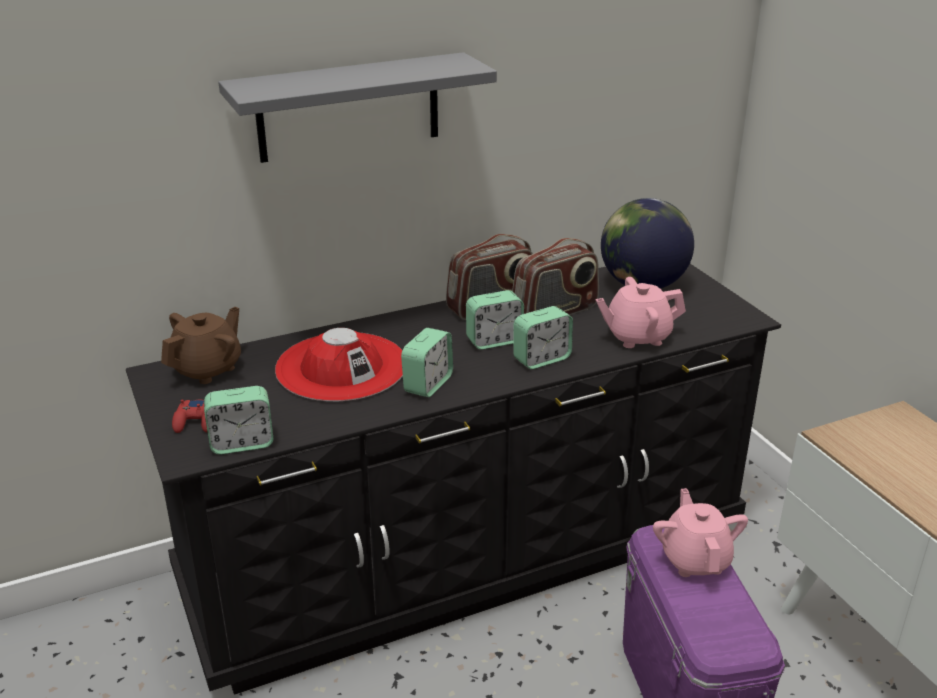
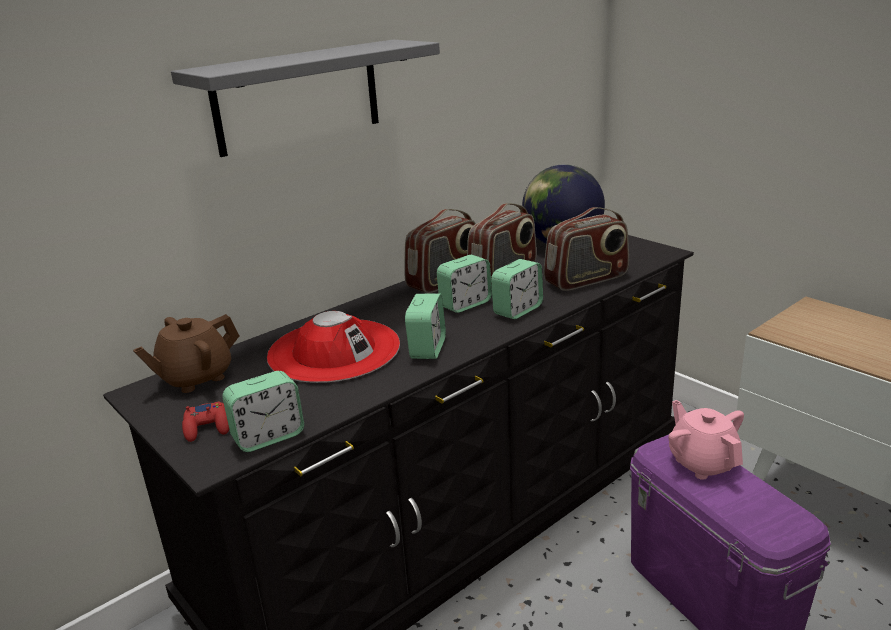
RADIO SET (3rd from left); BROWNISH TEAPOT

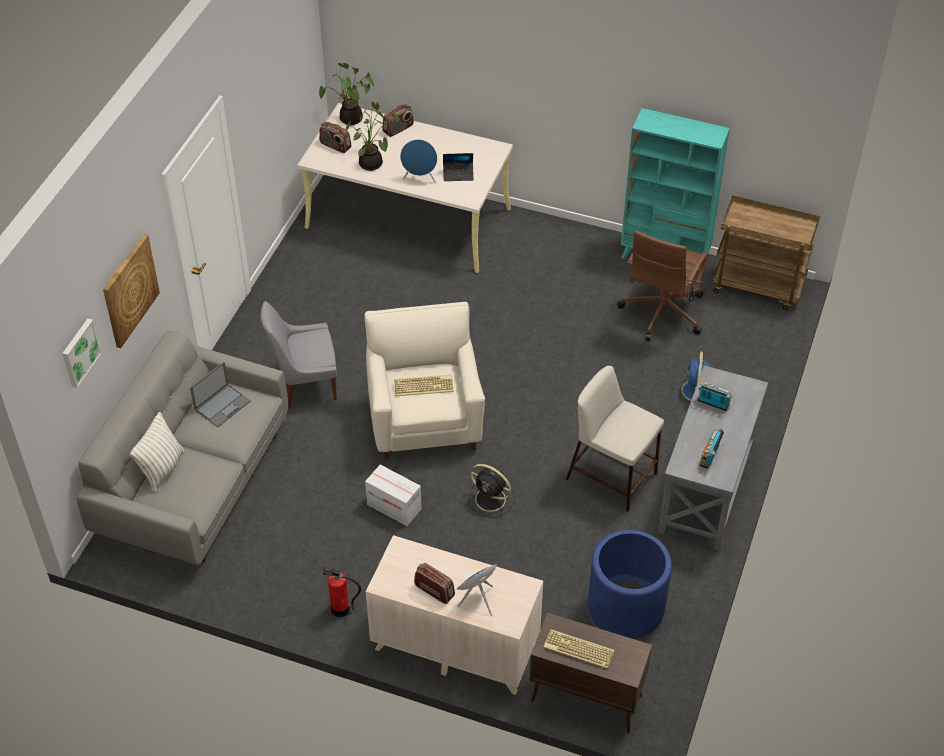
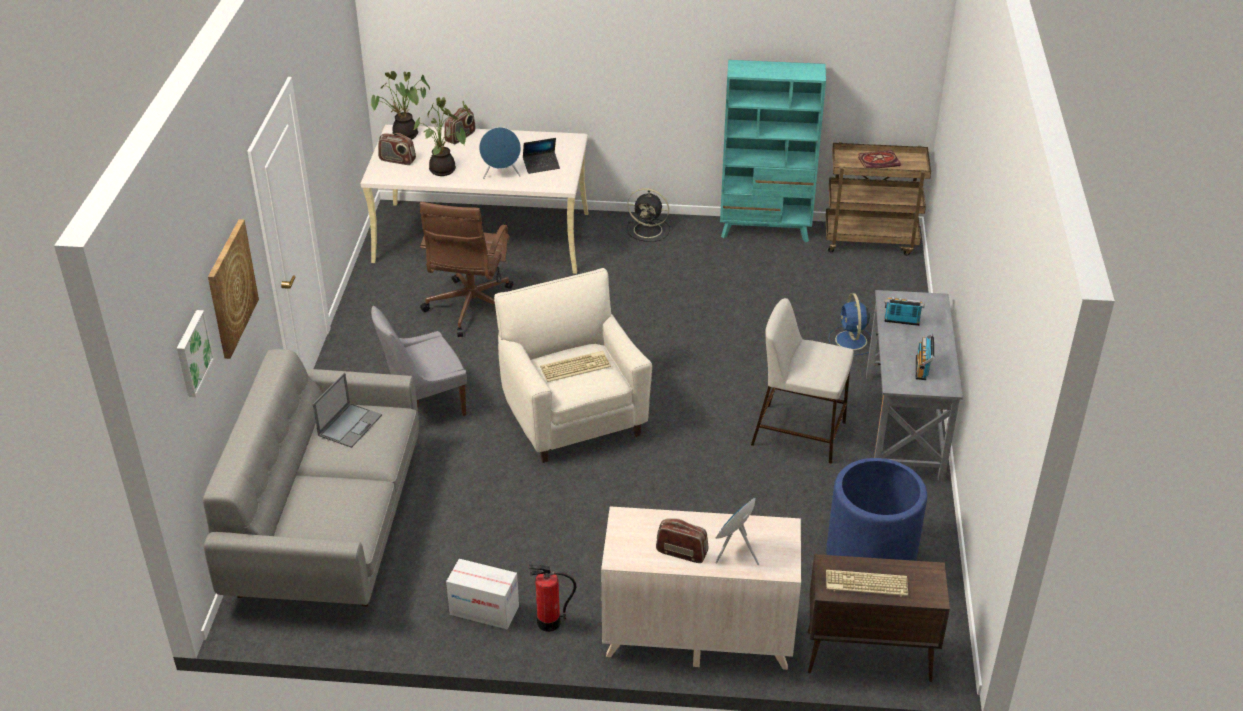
BROWNISH OFFICE CHAIR; CUSHION; BLACK-COLOURED FAN; PACKING BOX; BOUND BOOK

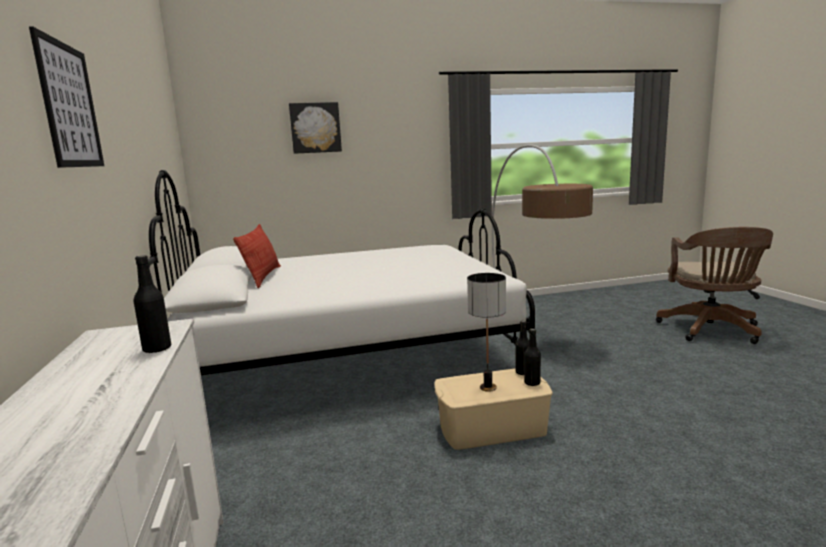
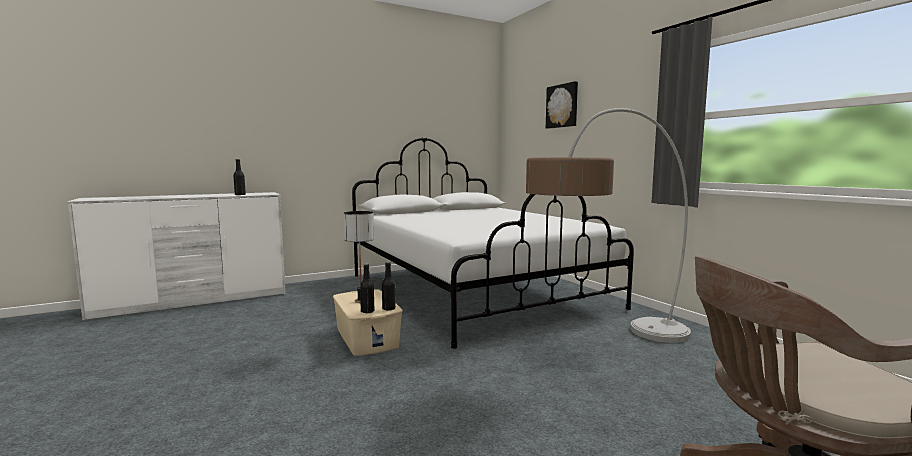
WALL ART (1st from left in the first image); CUSHION

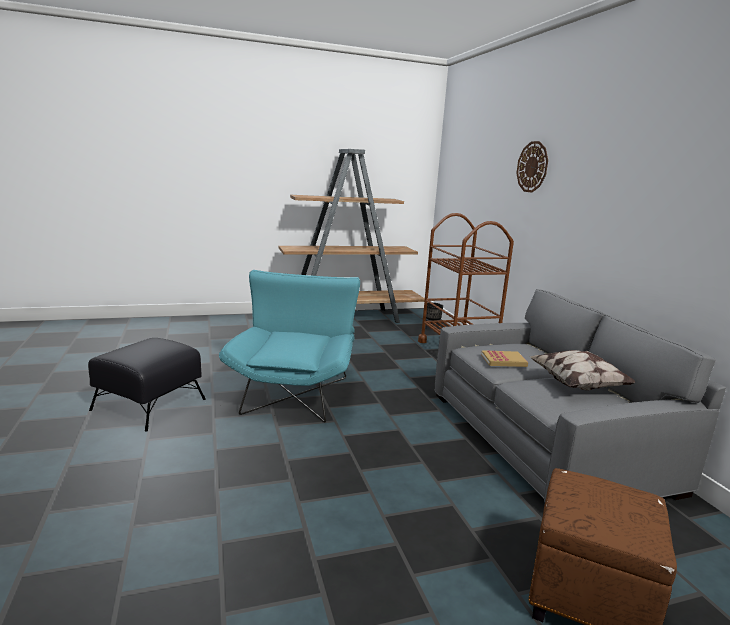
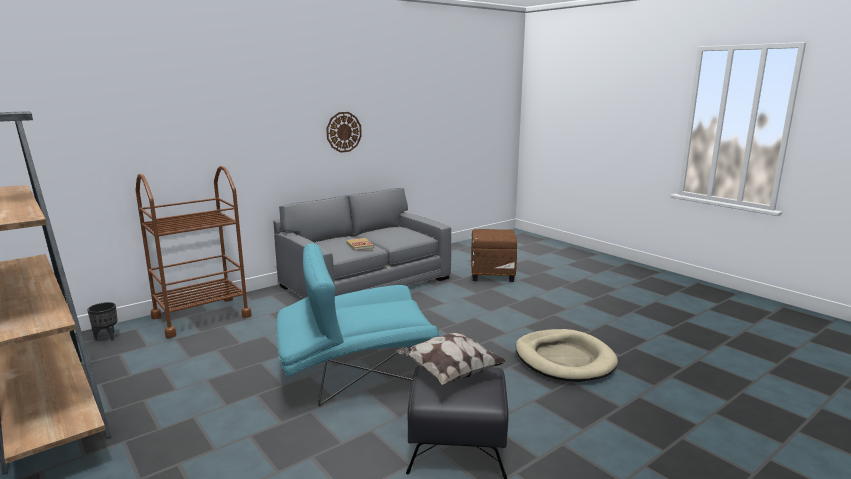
CLOCK ON THE WALL; CUSHION; BEIGE-COLOURED DOG BED

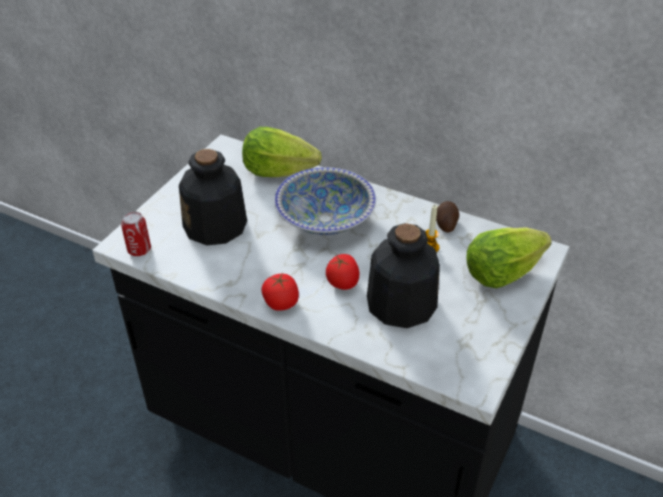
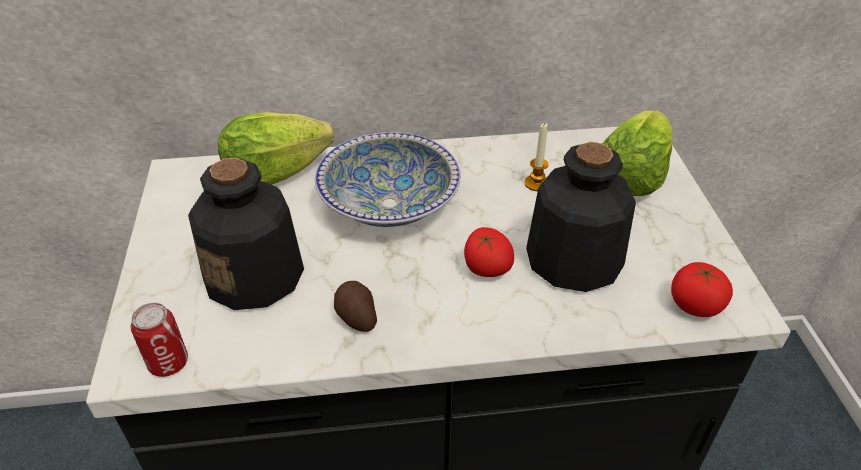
WHOLE POTATO; TOMATO (2nd from left)

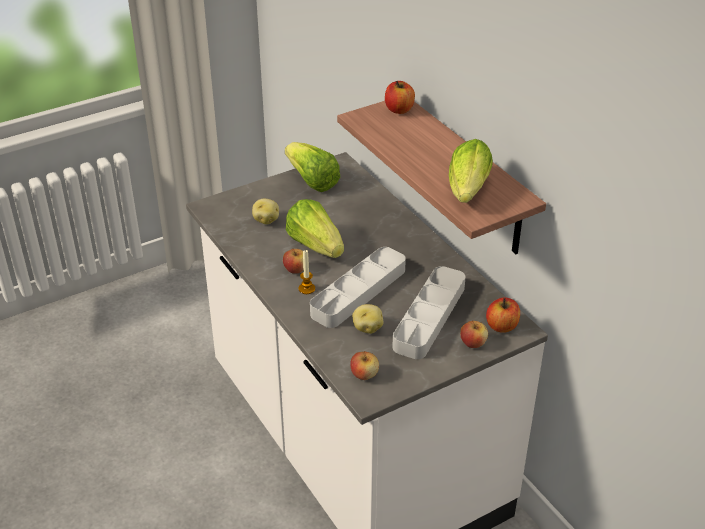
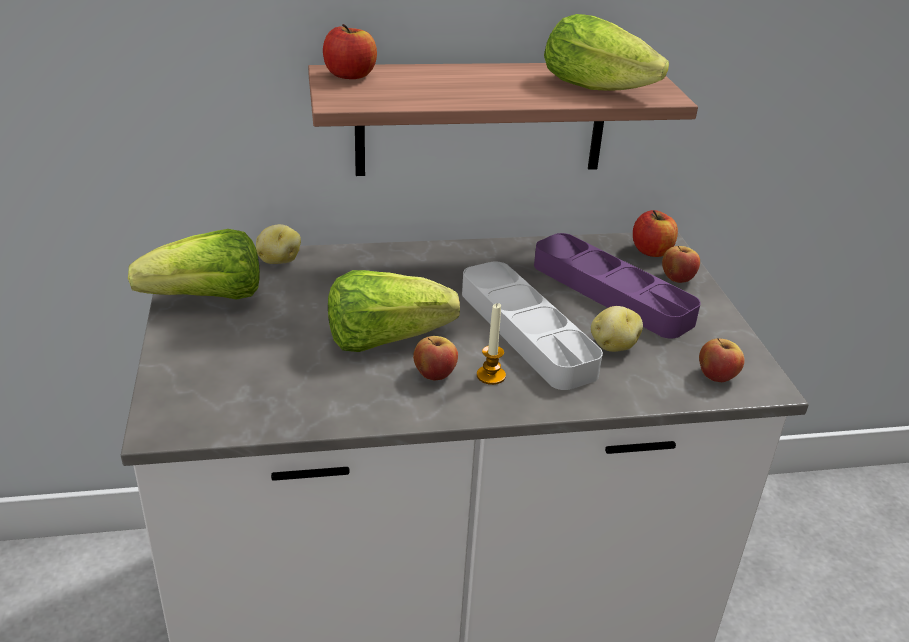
WHOLE POTATO (1st from left); PURPLE-COLOURED SERVING TRAY

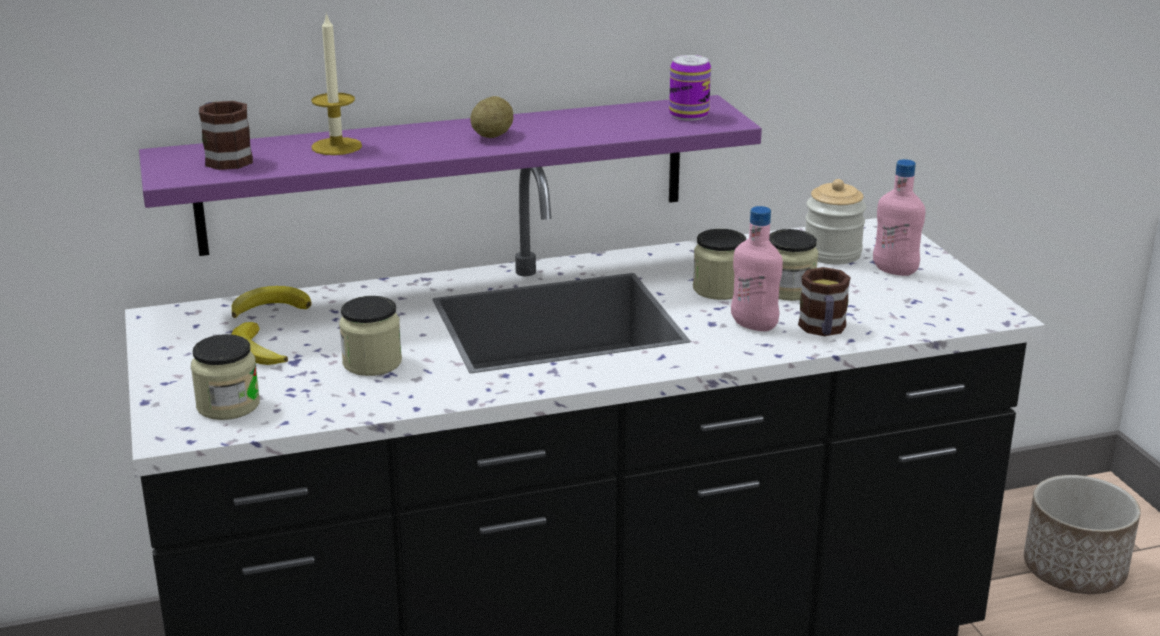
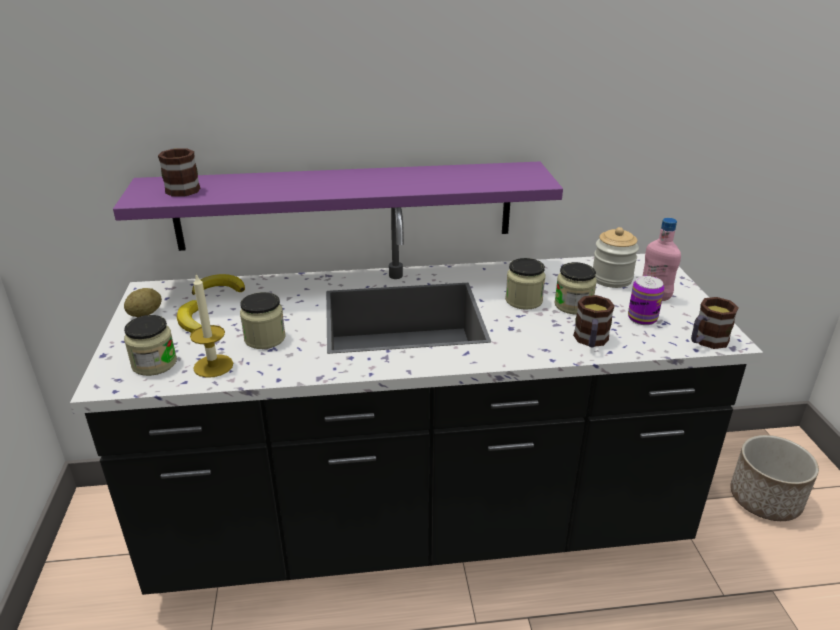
WAX CANDLE; METAL CAN; WHOLE POTATO; PINK DRINK BOTTLE (1st from left in the first image); TEA MUG (3rd from left)

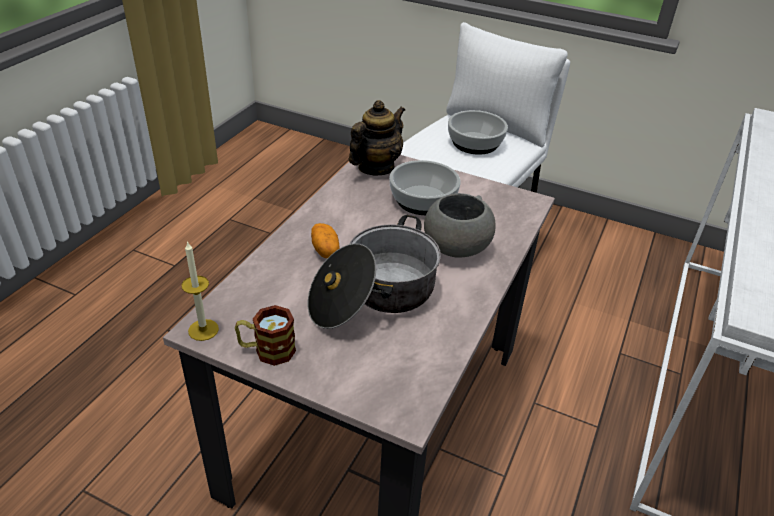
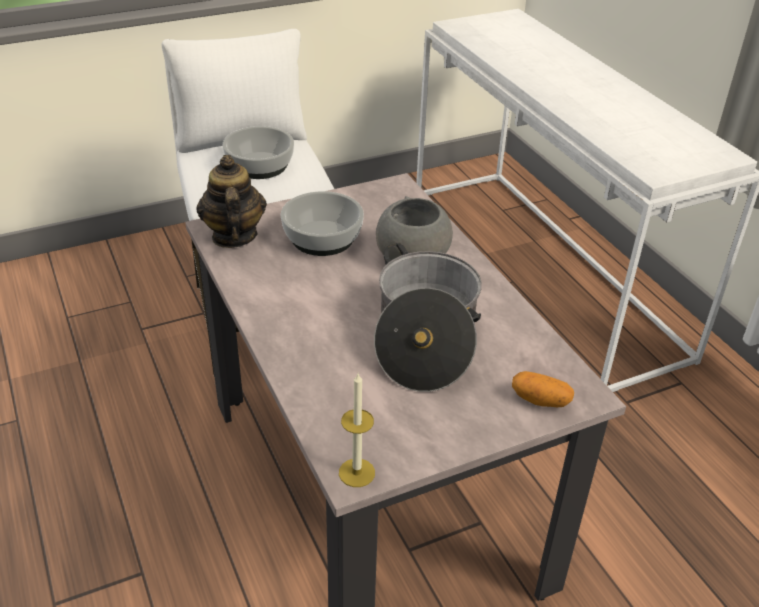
WHOLE POTATO; TEA MUG

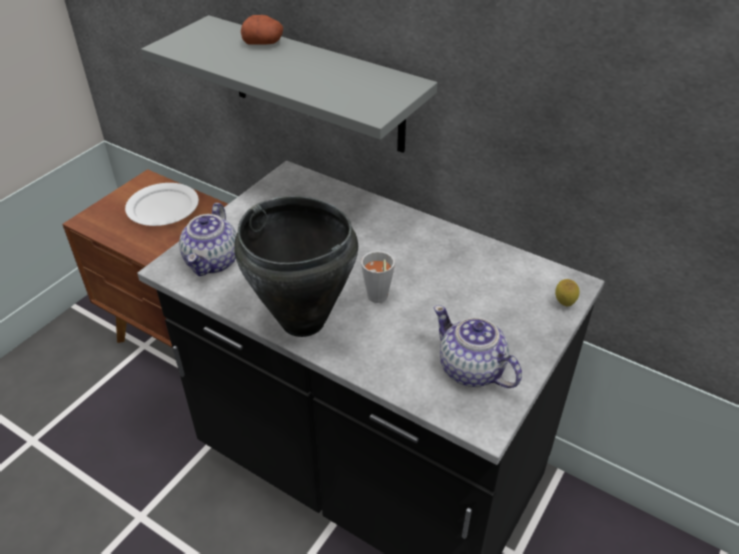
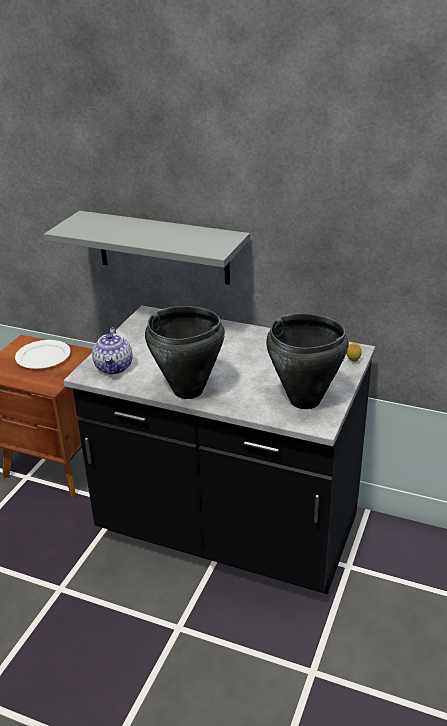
WHOLE POTATO; GREYISH DRINKING CUP; BLACK-COLOURED SAUCEPOT (2nd from left)

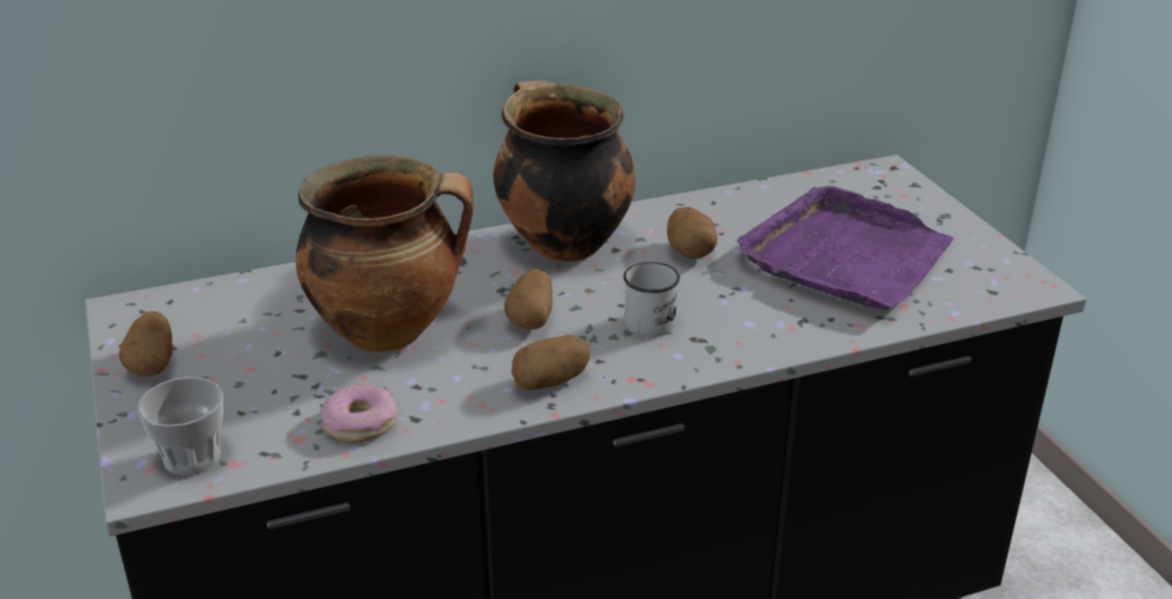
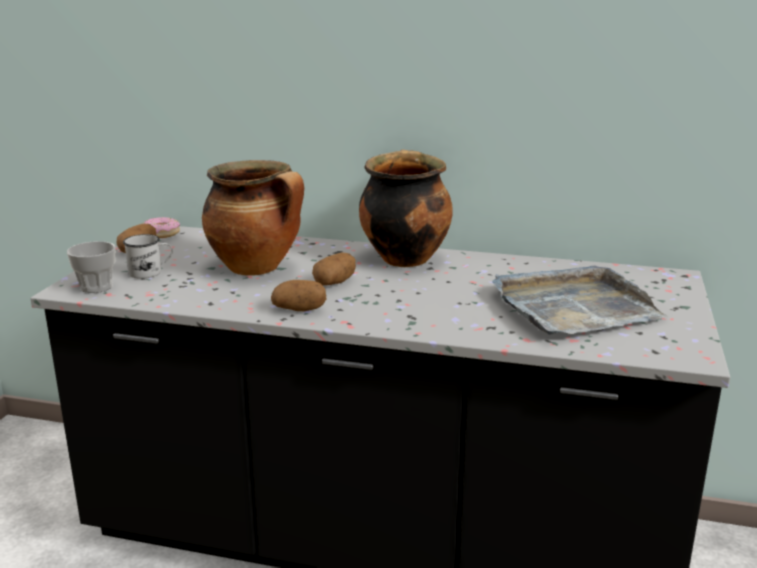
GREYISH SERVING TRAY; WHOLE POTATO (4th from left in the first image); WHITE TEA MUG; RING DOUGHNUT

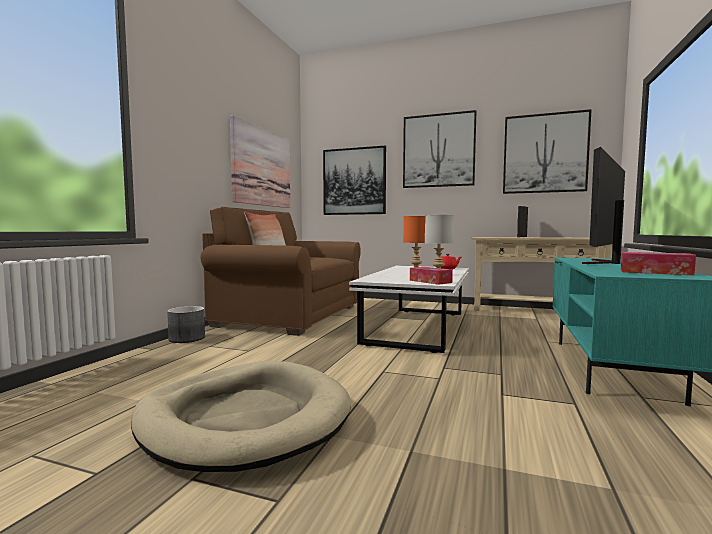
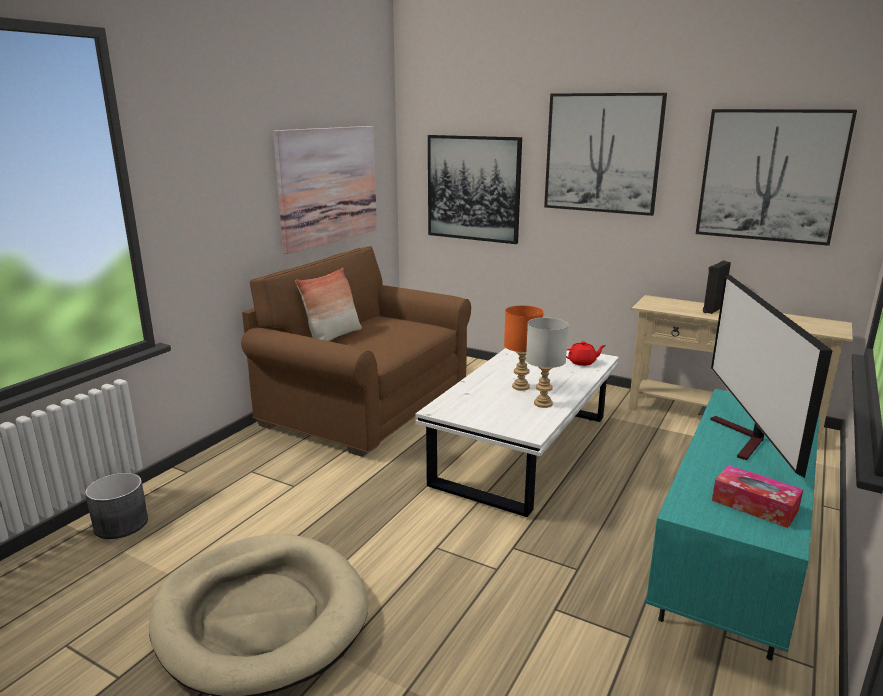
TV SET; TISSUE HOLDER (1st from left in the first image); GREYISH PLANT POT

